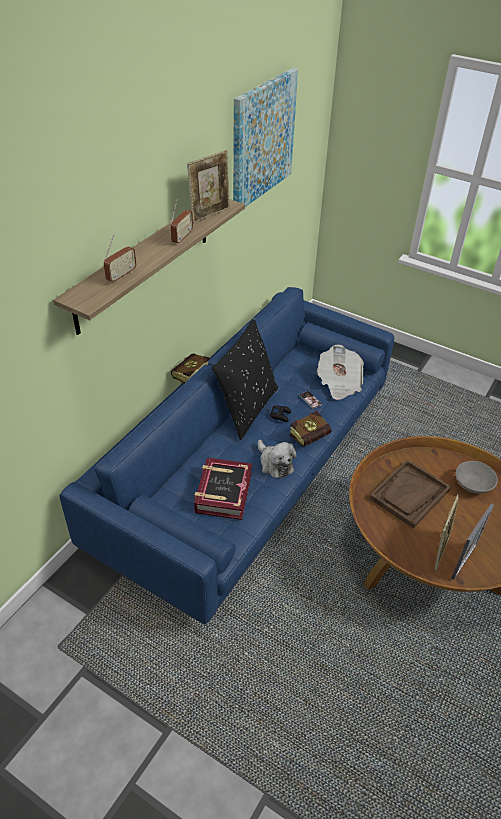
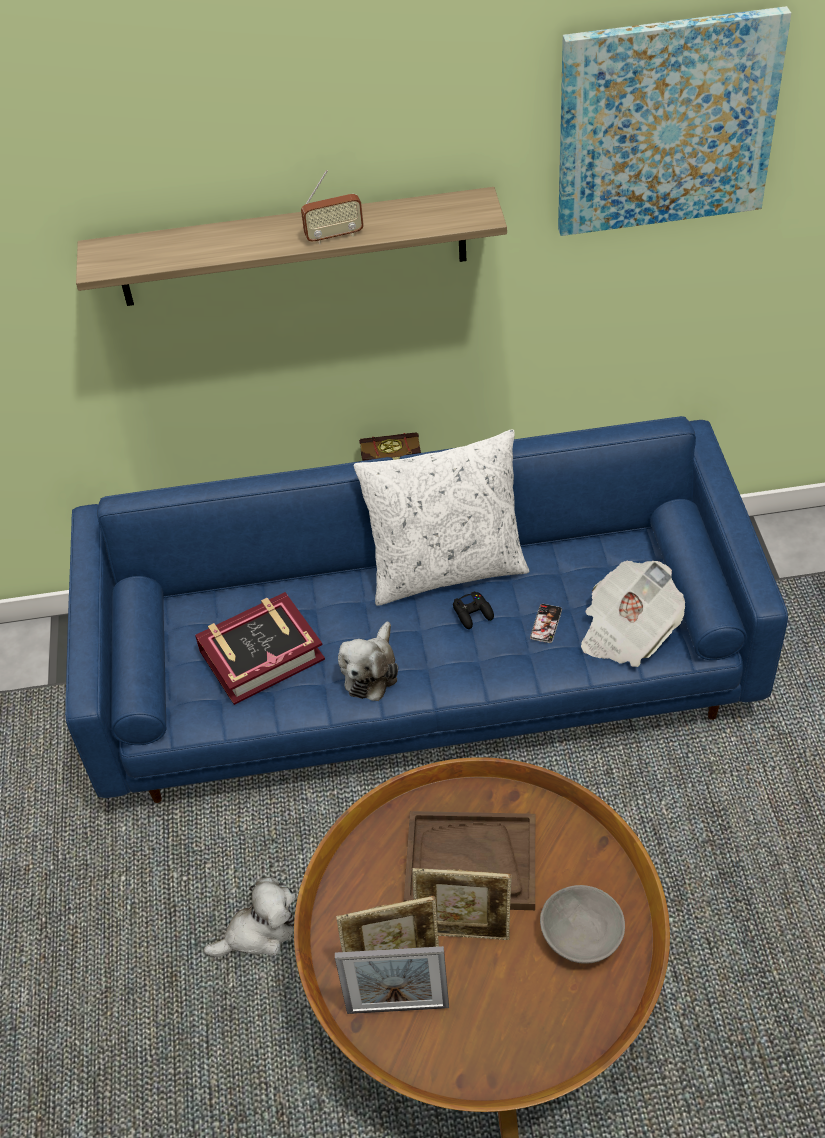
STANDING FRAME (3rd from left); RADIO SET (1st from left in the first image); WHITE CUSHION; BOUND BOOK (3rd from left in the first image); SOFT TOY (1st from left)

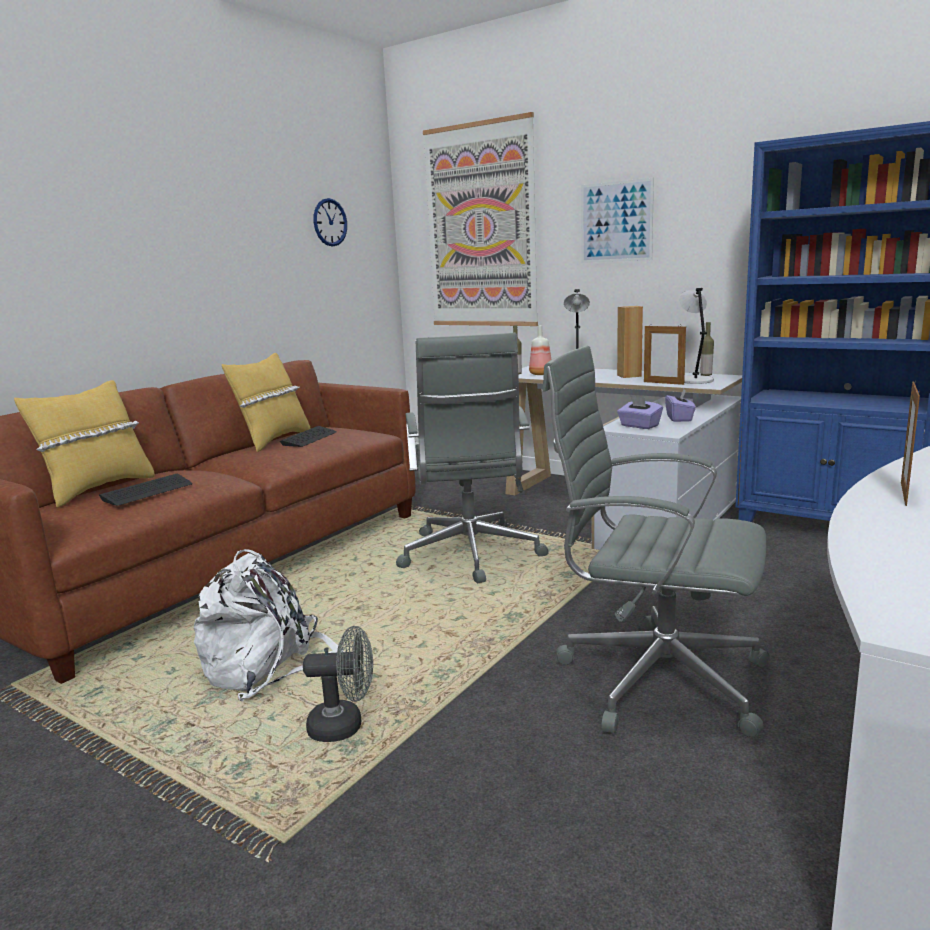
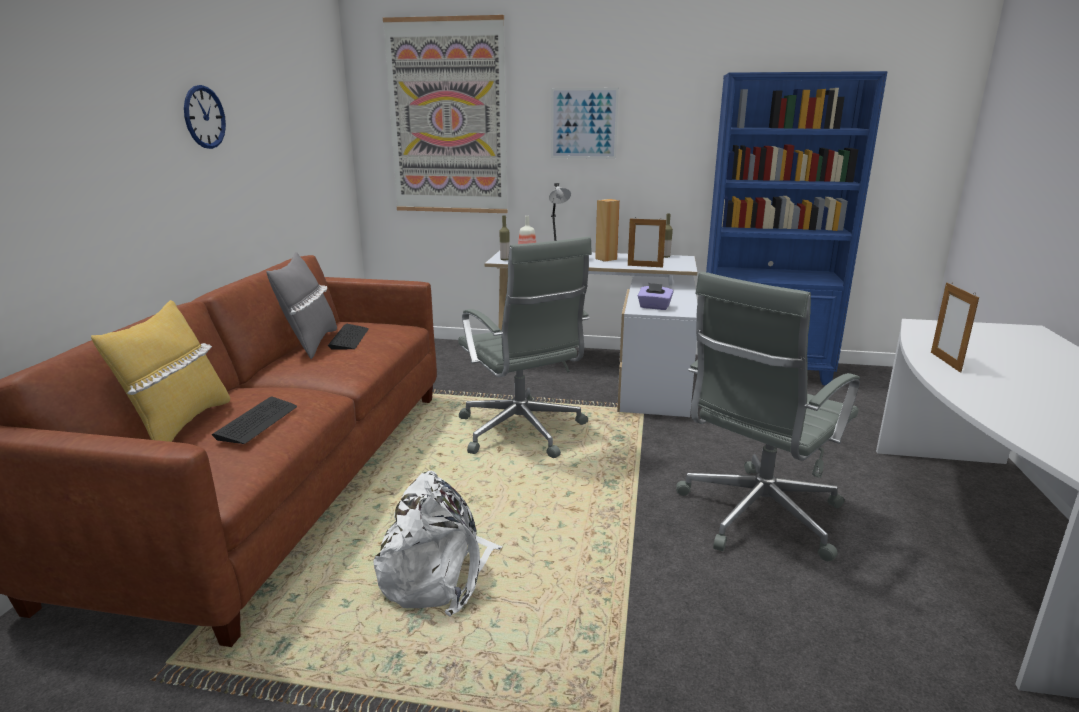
CLOCK ON THE WALL; GREYISH TABLETOP LAMP (2nd from left in the first image); GREYISH OFFICE CHAIR (2nd from left); GREYISH CUSHION; PURPLE-COLOURED TISSUE HOLDER (2nd from left in the first image); GREYISH FAN

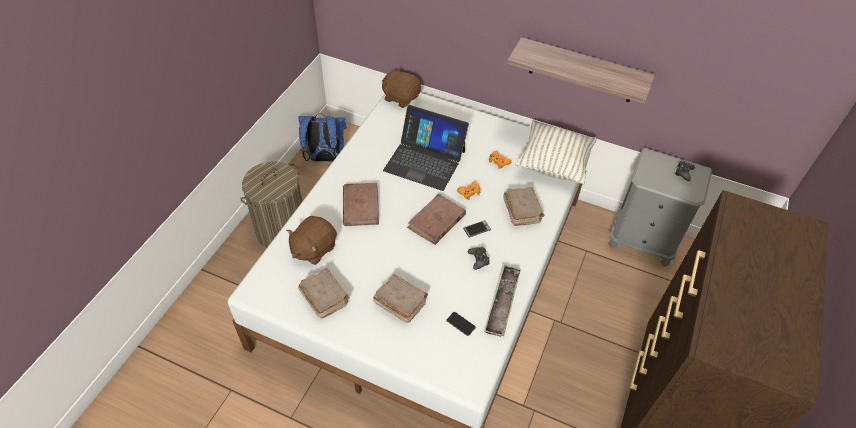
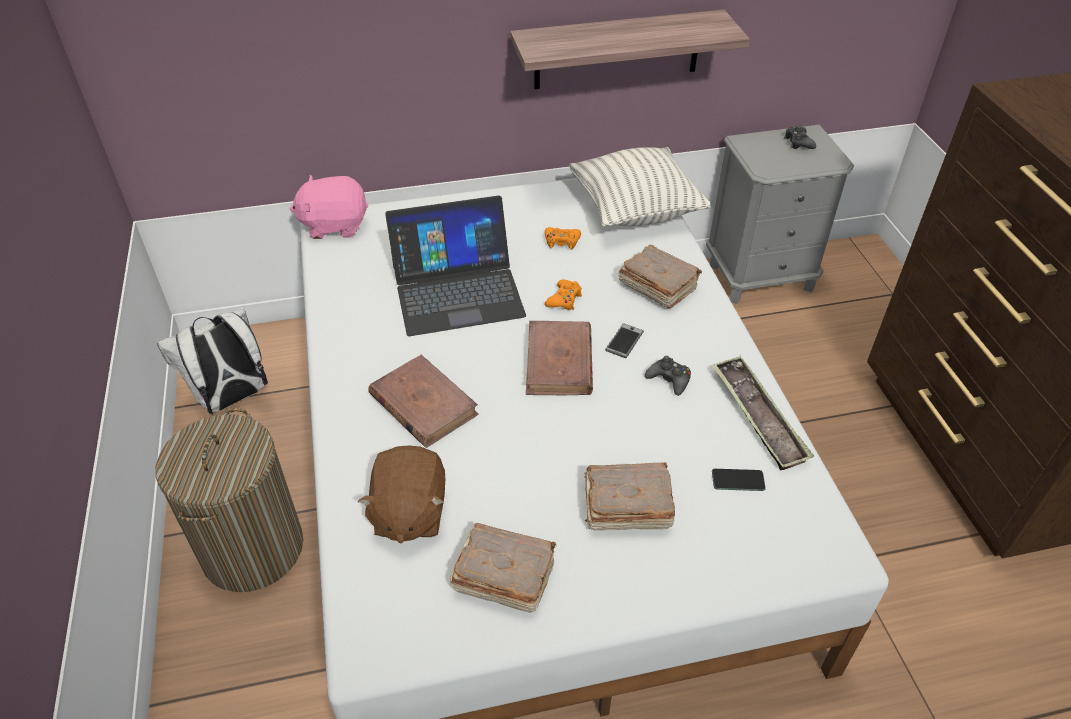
PINK SOFT TOY; WHITE RUCKSACK

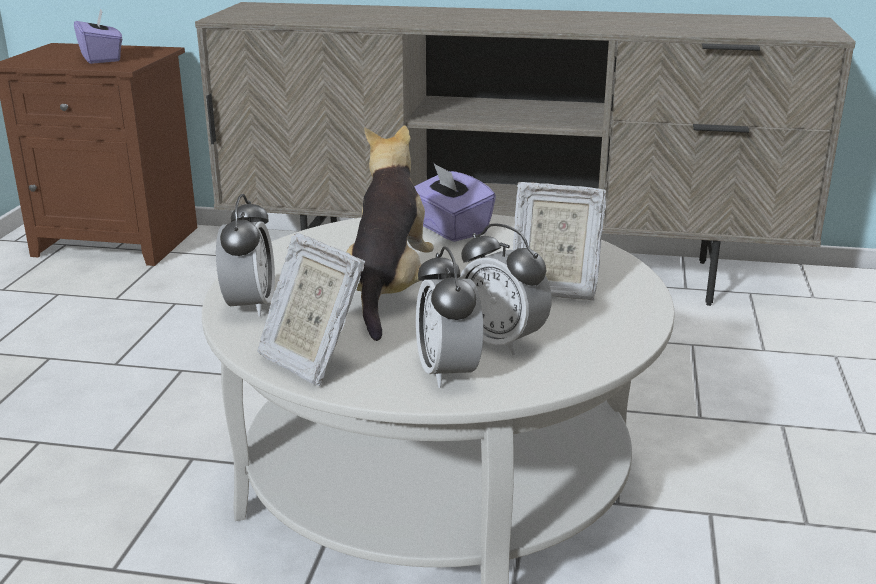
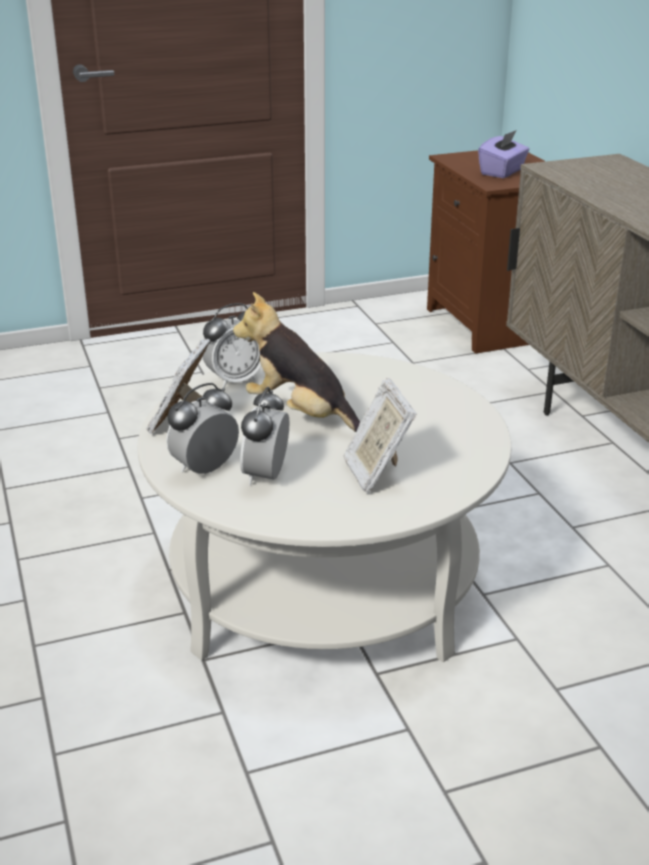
SOFT TOY; PURPLE-COLOURED TISSUE HOLDER (2nd from left in the first image)

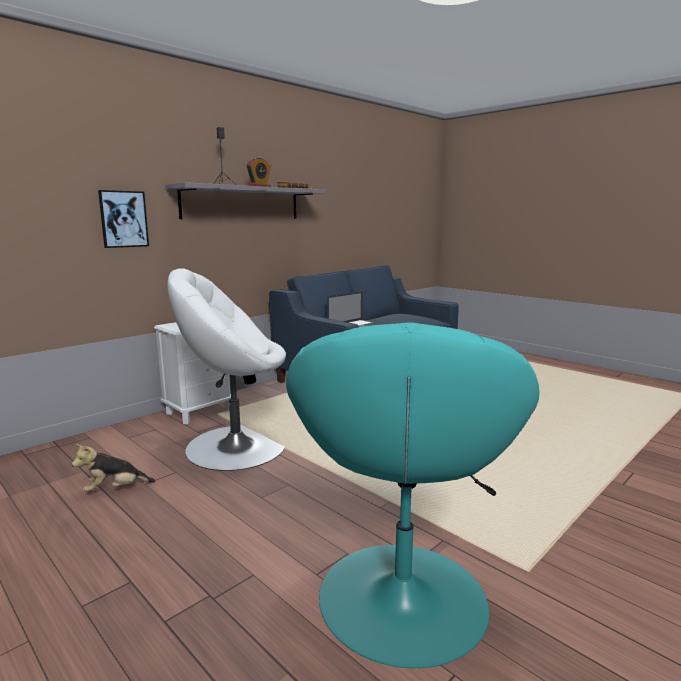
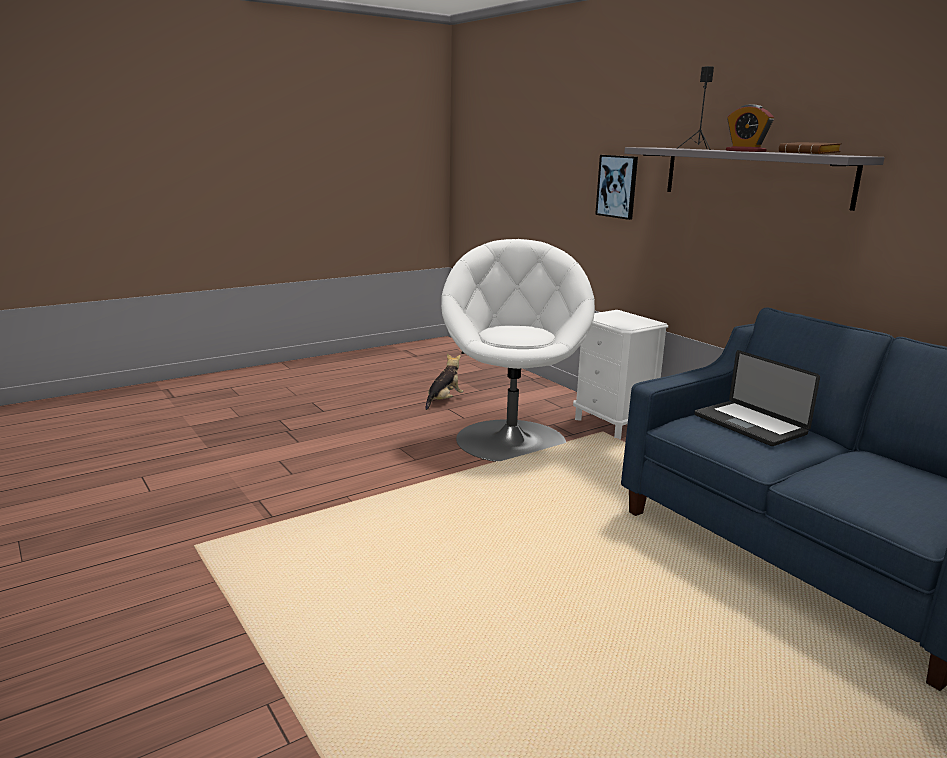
TURQUOISE ARMCHAIR; SOFT TOY

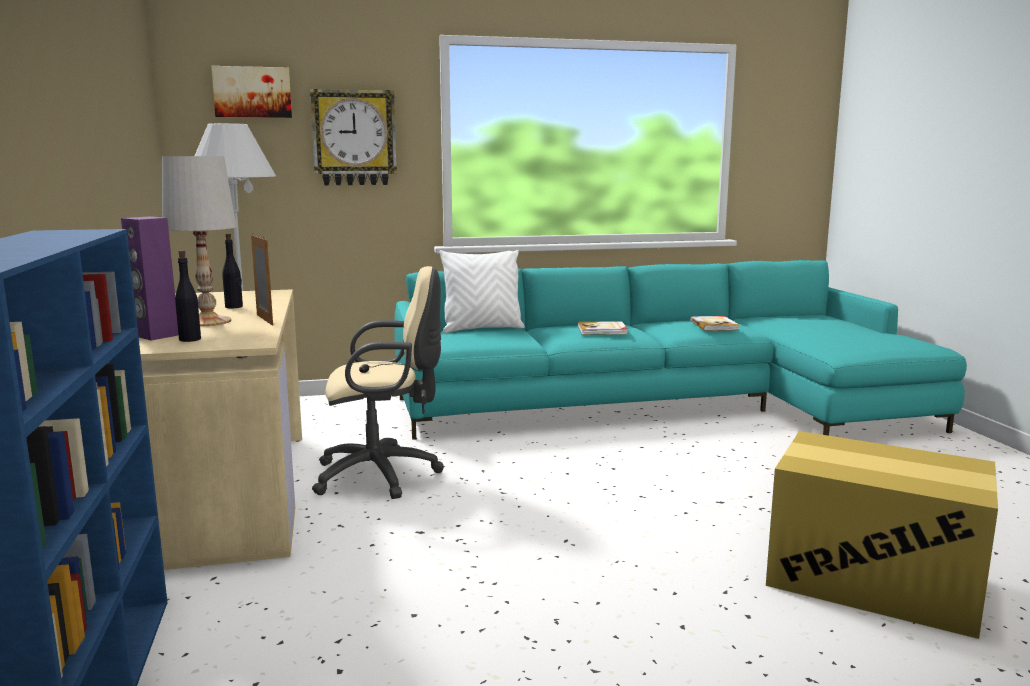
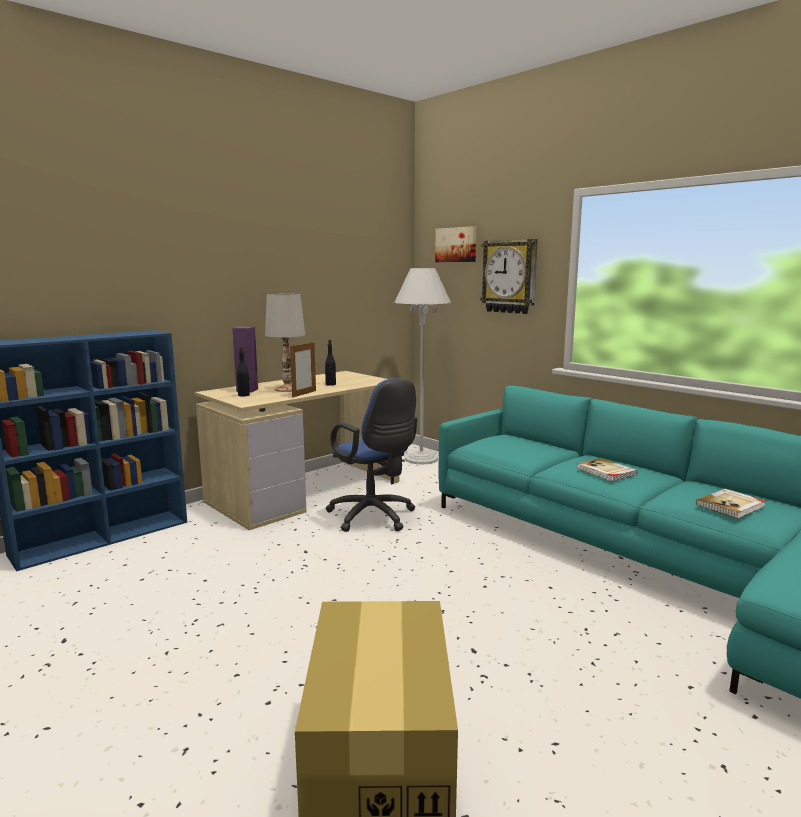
WHITE CUSHION; BLUE OFFICE CHAIR

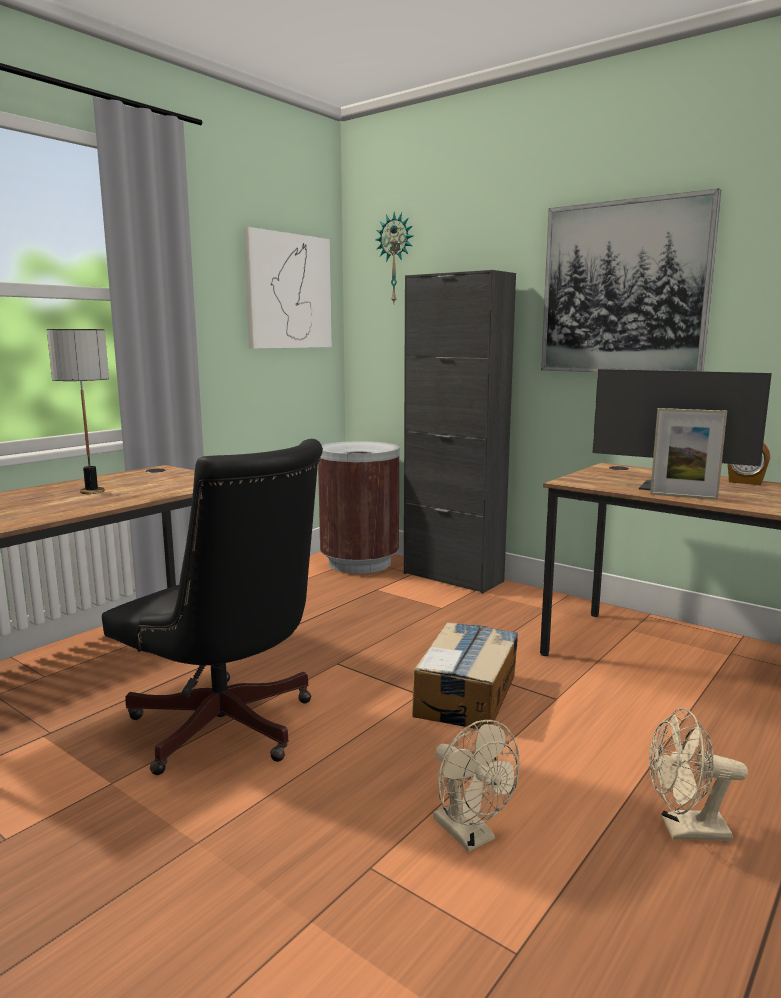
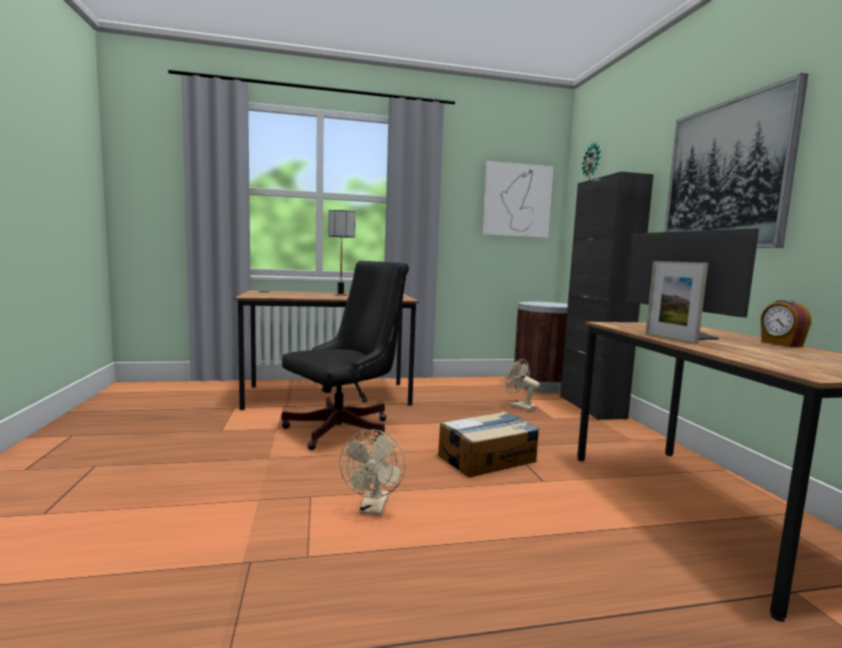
BLACK-COLOURED OFFICE CHAIR; BEIGE-COLOURED FAN (2nd from left)

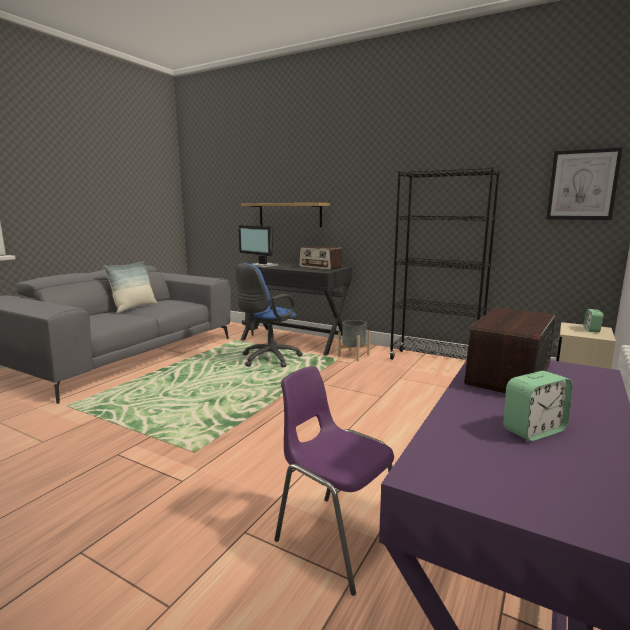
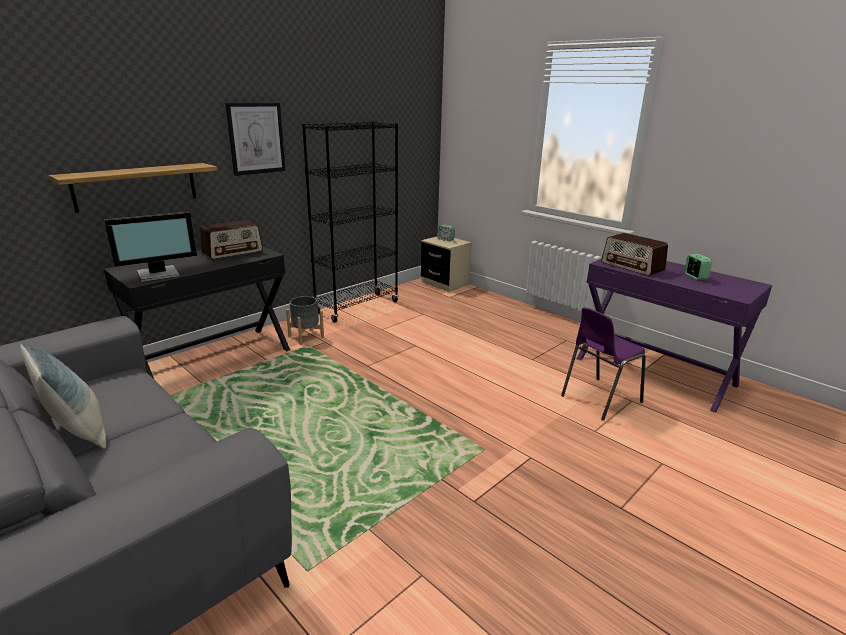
WALL ART; BLUE OFFICE CHAIR

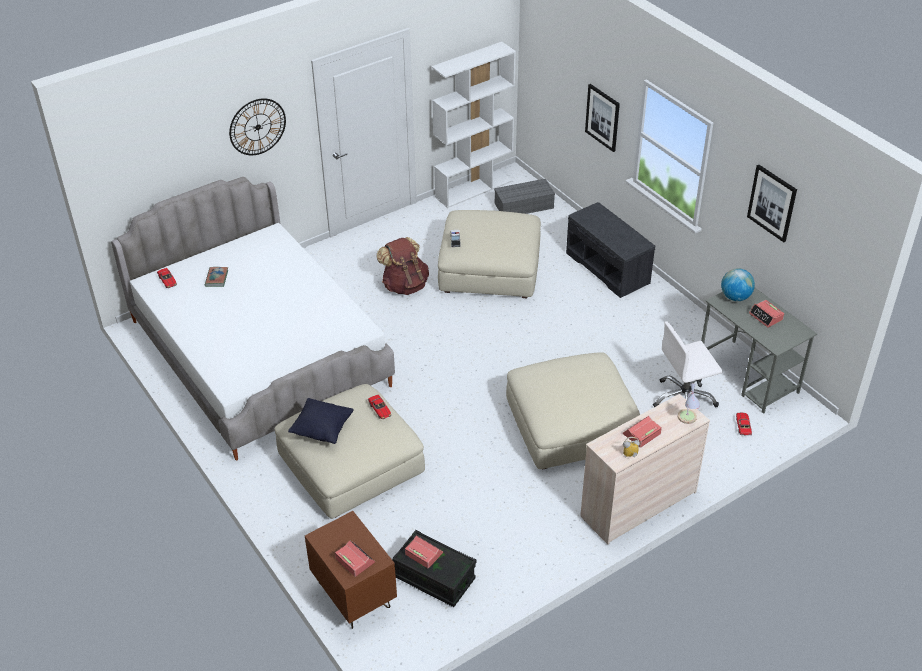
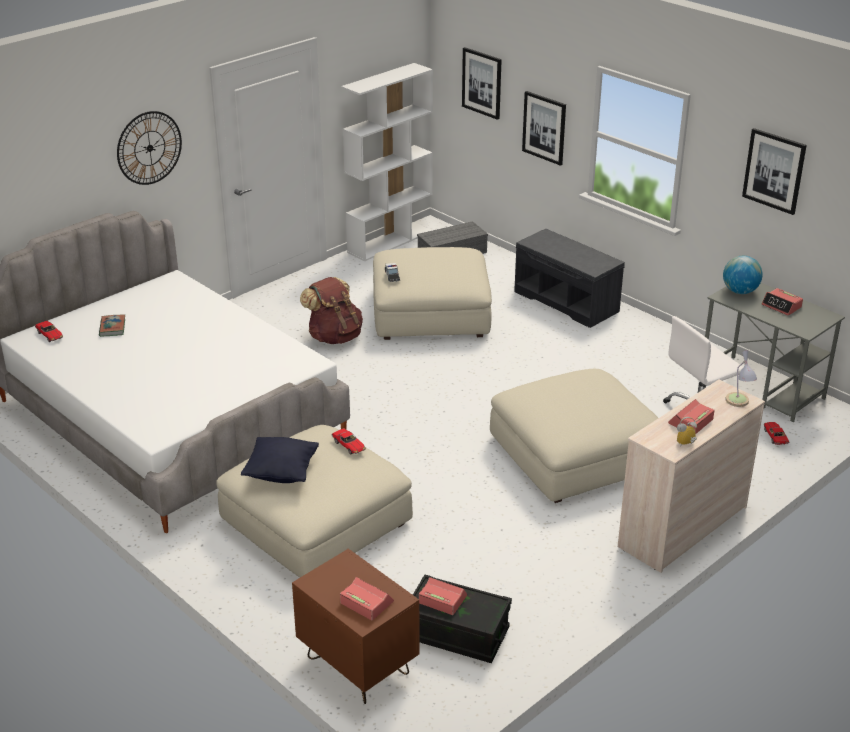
WALL ART (1st from left)

